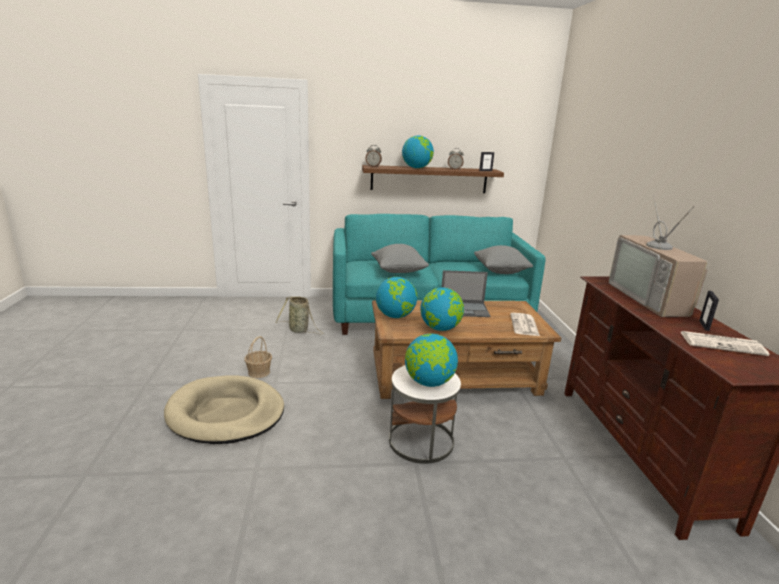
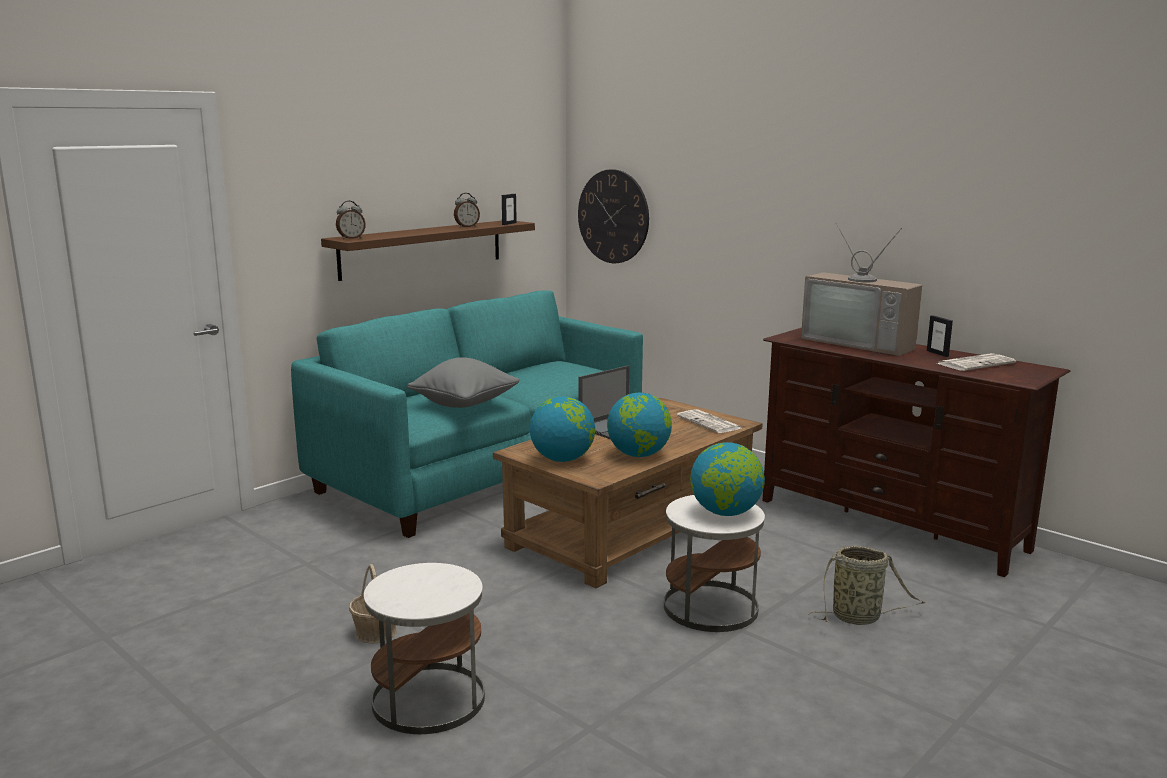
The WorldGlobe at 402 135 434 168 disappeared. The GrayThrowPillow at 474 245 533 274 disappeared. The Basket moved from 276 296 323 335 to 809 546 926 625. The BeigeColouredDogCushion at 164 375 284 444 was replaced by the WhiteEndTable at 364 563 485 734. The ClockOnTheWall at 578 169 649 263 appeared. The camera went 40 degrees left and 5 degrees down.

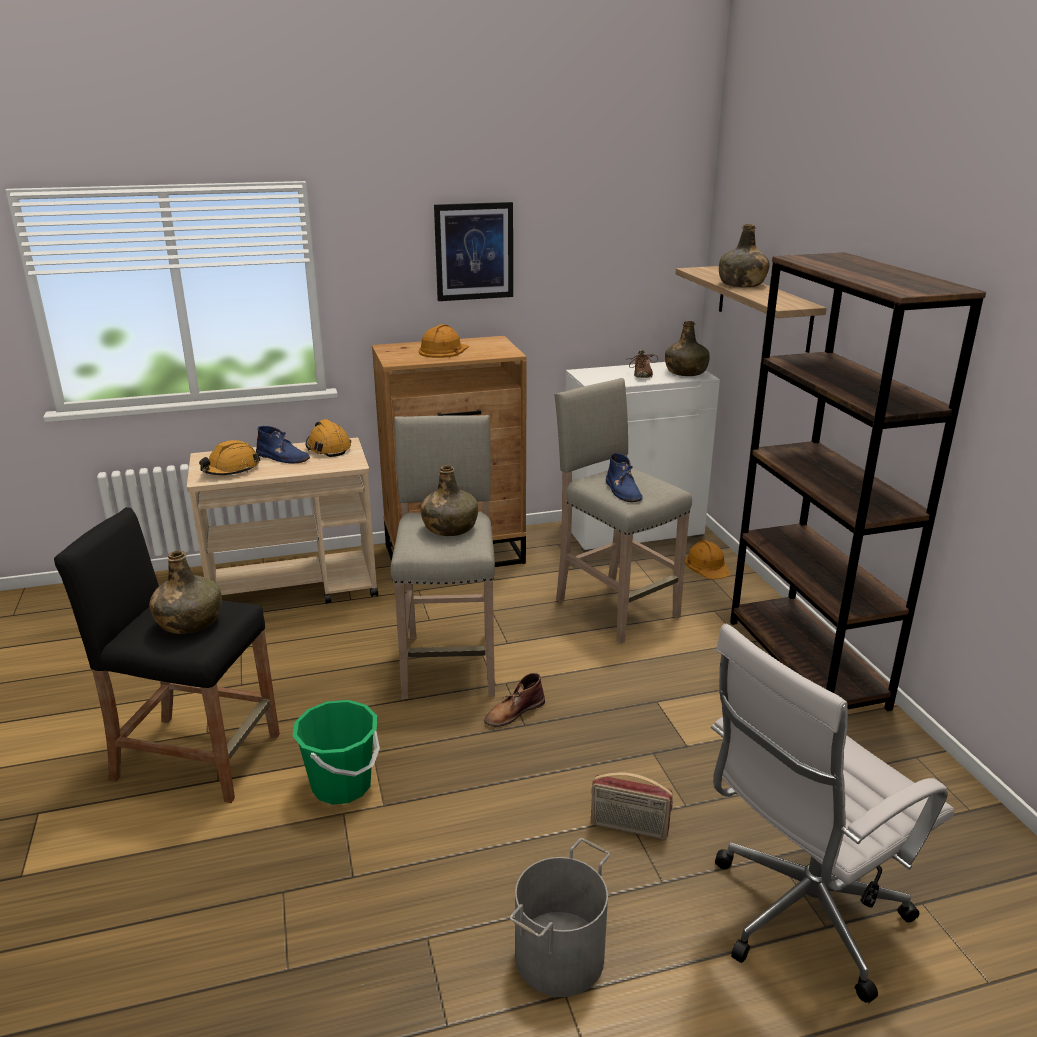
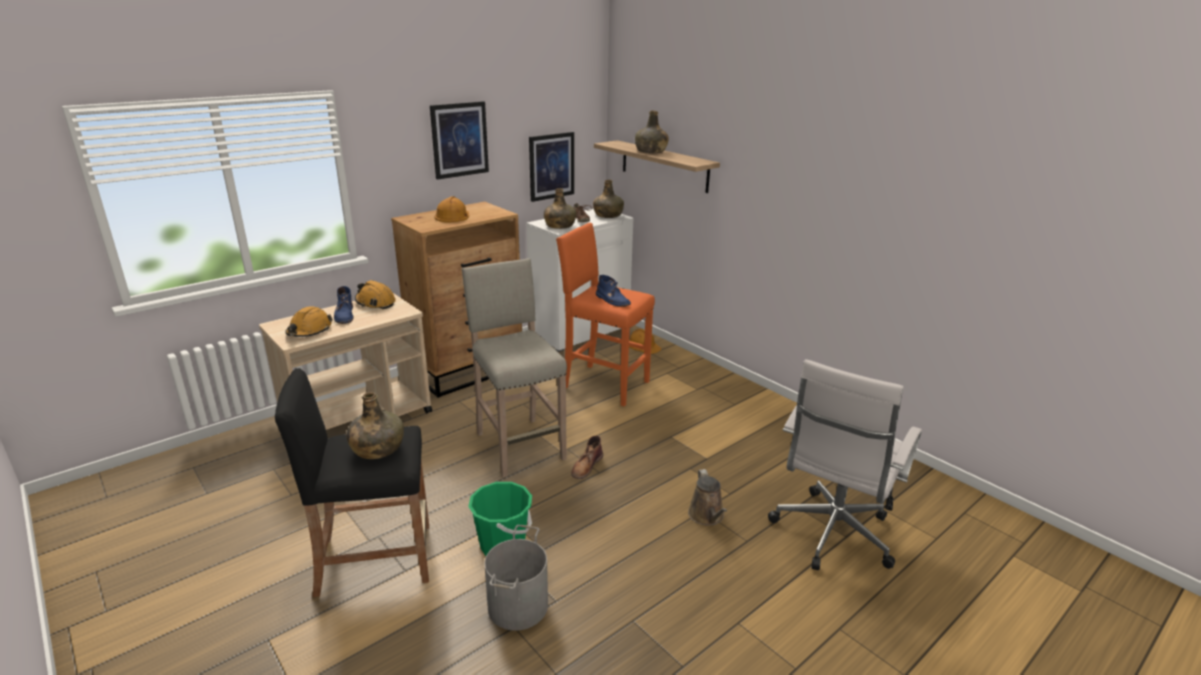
The BrownBookcase at 730 252 986 711 disappeared. The BeigeColouredStool at 554 378 692 644 became the OrangeColouredStool at 556 223 655 407. The BluishHighTopBoot at 256 426 310 463 turned 75 degrees clockwise. The GreenishBeverageBottle moved from 420 465 478 536 to 544 188 576 229. The Radio at 591 773 673 840 was replaced by the BrownWateringPot at 688 469 727 526. The GrayWaterBucket moved from 510 838 610 997 to 484 525 548 631. The WallArt at 529 132 574 202 appeared. The camera went 25 degrees left and 0 degrees up.

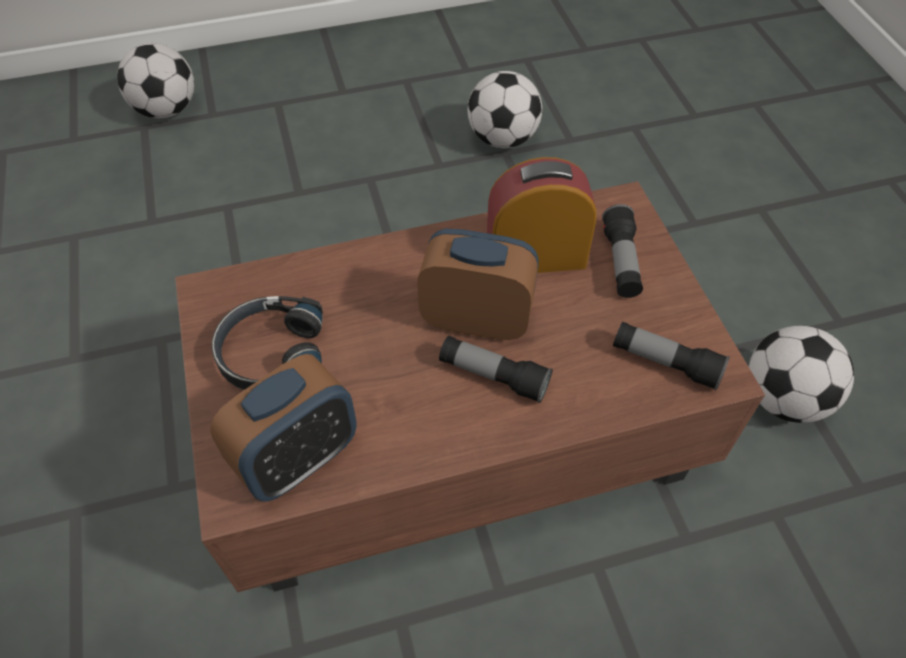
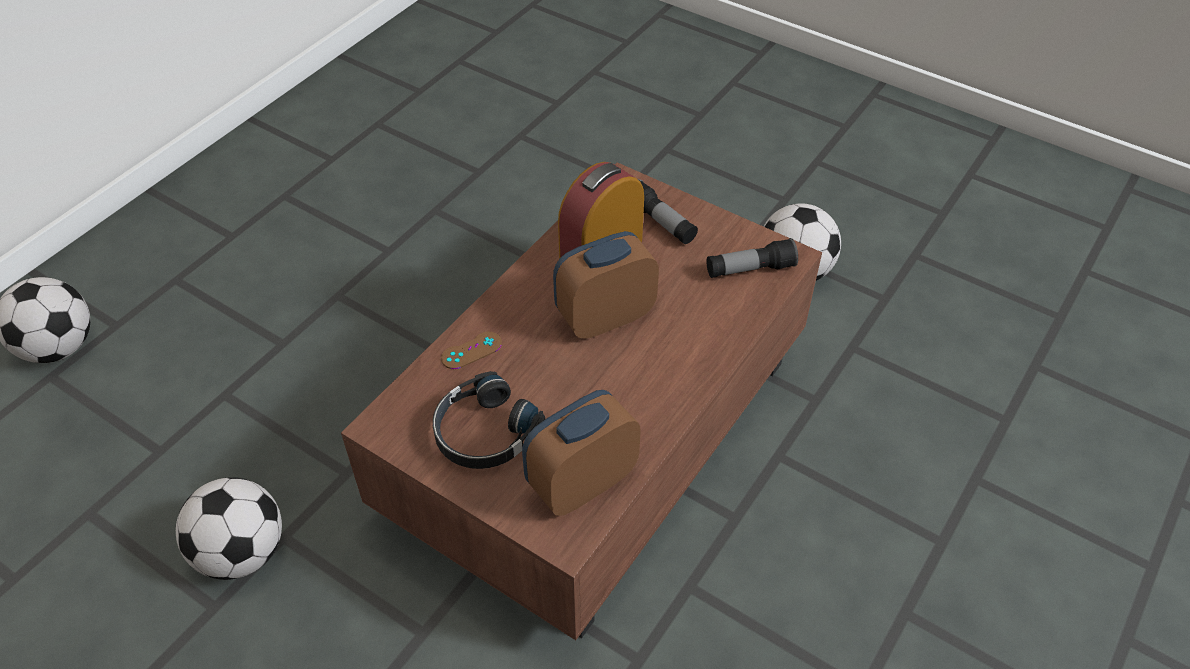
The Football moved from 468 71 542 148 to 176 477 282 580. The HandTorch at 439 336 553 403 disappeared. The AlarmClock at 210 354 357 502 turned 135 degrees counterclockwise. The BrownGamepad at 441 332 502 369 appeared. The camera went 40 degrees left and 5 degrees down.

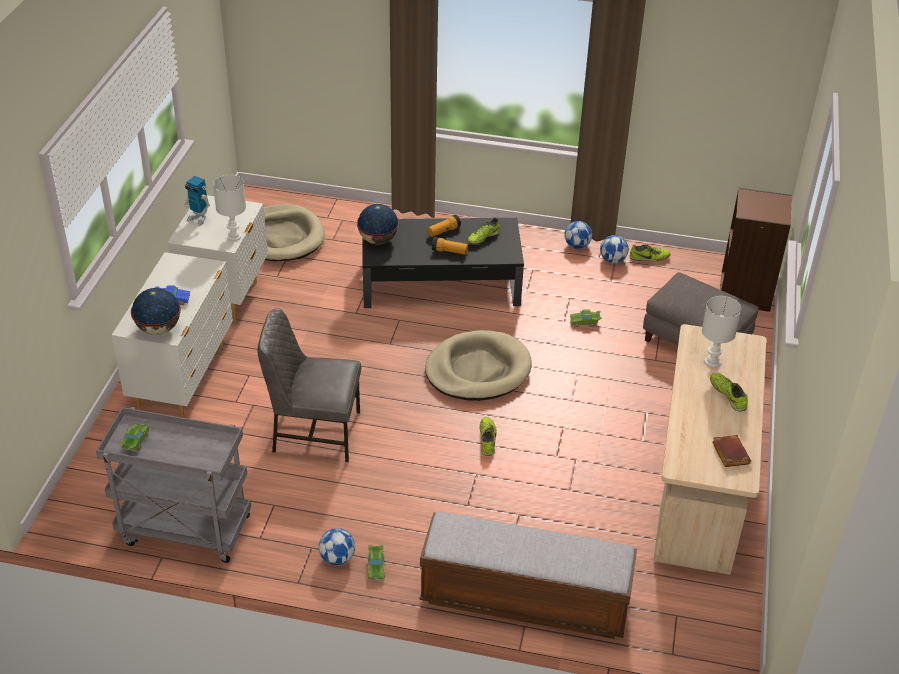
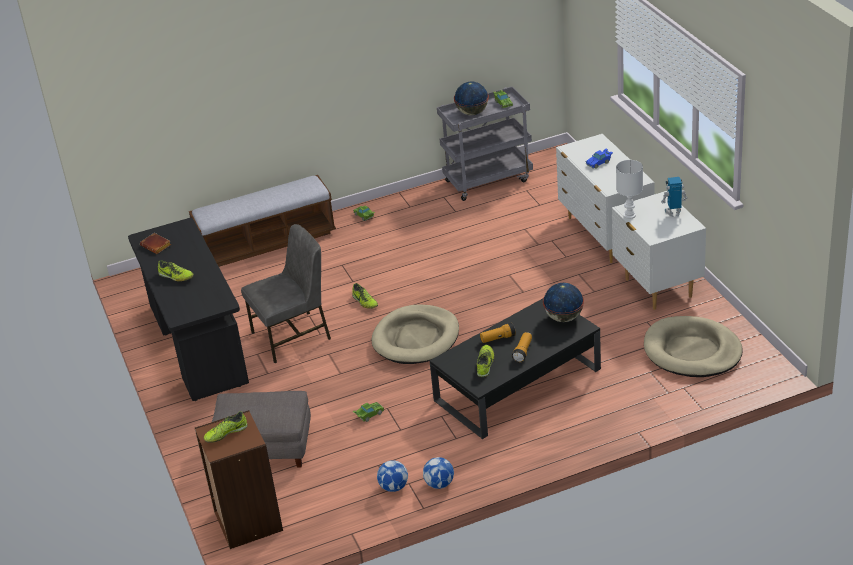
The LowShoe moved from 630 244 671 261 to 203 411 247 443. The WorldGlobe moved from 131 288 181 335 to 454 82 489 115. The WhiteTabletopLamp at 702 296 741 368 disappeared. The GrayUprightChair moved from 257 308 361 462 to 241 224 331 363. The BeigeColouredDeskUnit at 654 324 766 575 became the BlackishDeskUnit at 128 218 249 401. The Football at 319 528 355 565 disappeared. The camera went 150 degrees right and 5 degrees down.

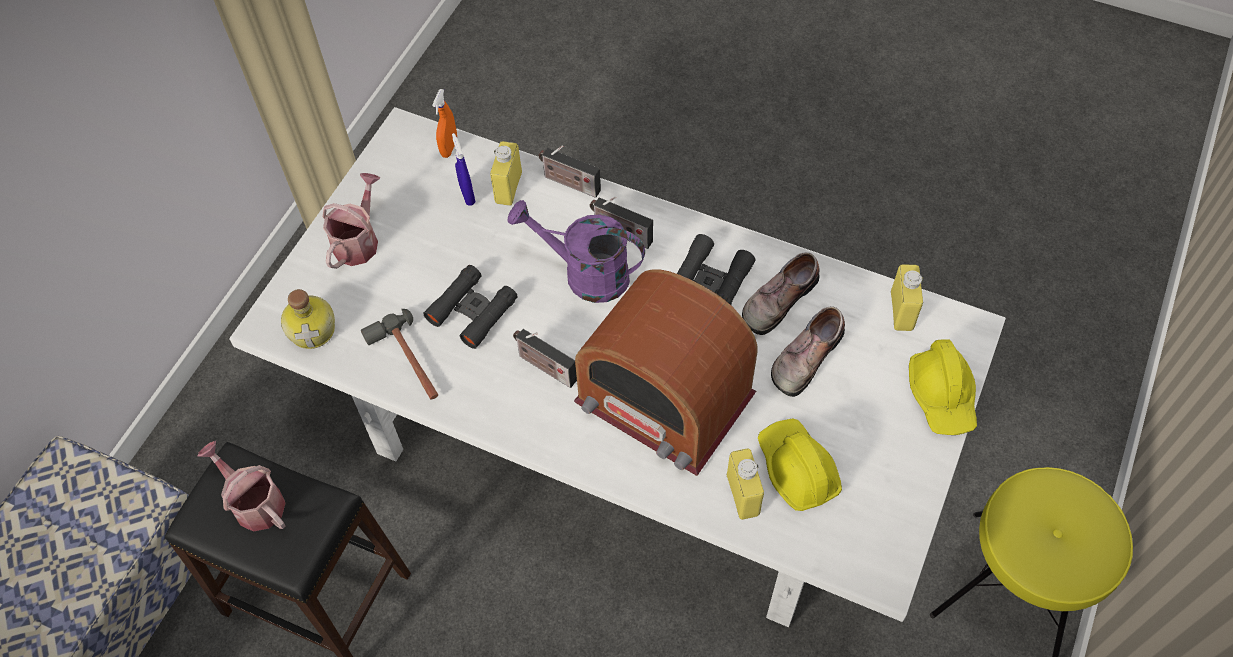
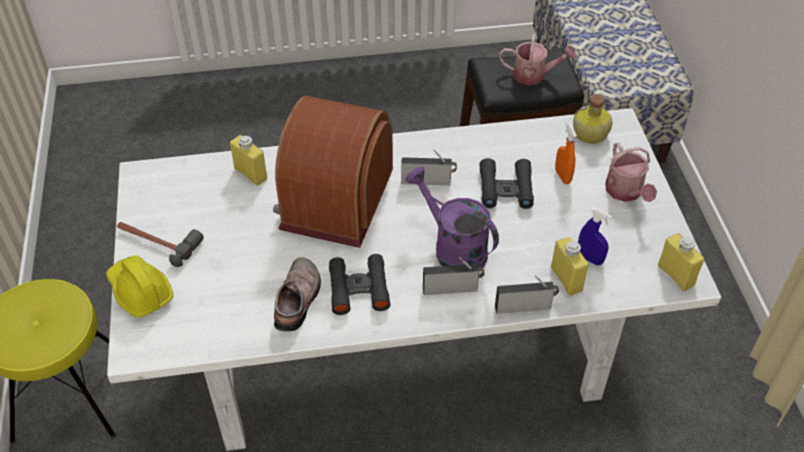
The OrangeColouredSprayBottle moved from 432 89 457 158 to 555 121 577 184. The PurpleColouredWateringPot at 508 200 645 303 turned 120 degrees counterclockwise. The YellowBeverageBottle moved from 891 265 923 331 to 658 233 704 291. The Radio at 574 269 758 476 turned 75 degrees counterclockwise. The LowShoe at 771 306 845 397 disappeared. The HandHammer moved from 361 309 438 400 to 117 222 204 267. The YellowSafetyHelmet at 758 418 842 511 disappeared. The camera went 145 degrees right and 10 degrees down.

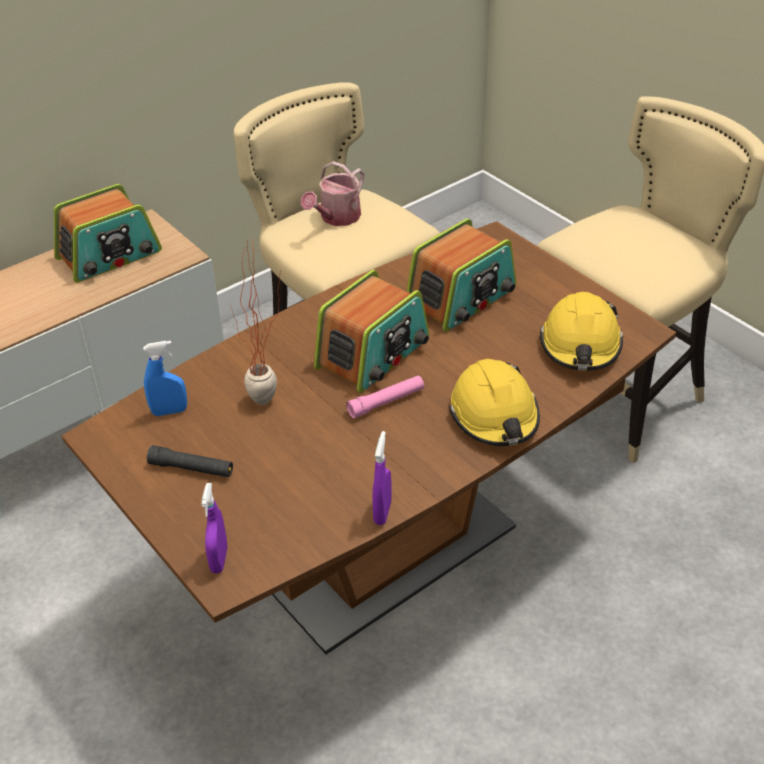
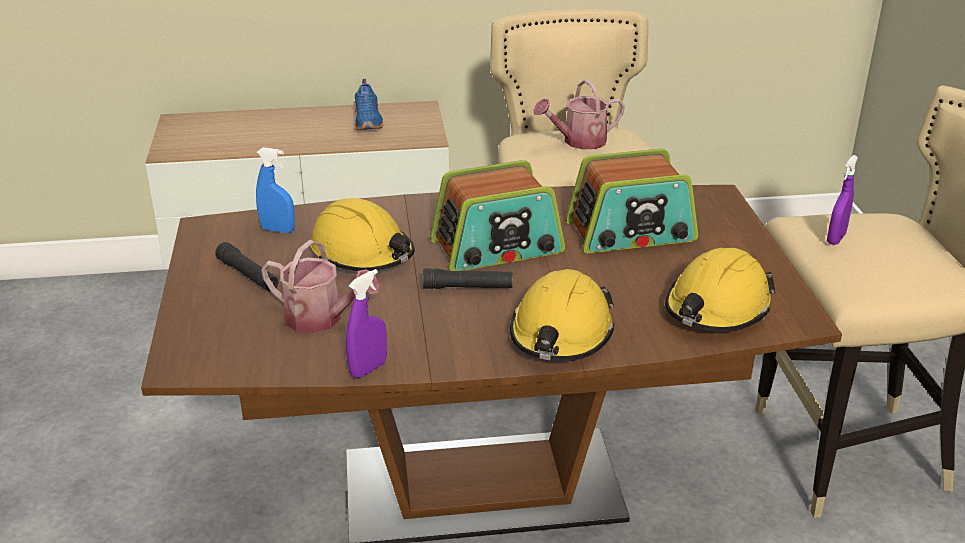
The Radio at 54 184 162 283 was replaced by the BluishLowShoe at 355 79 384 130. The Houseplant at 230 236 281 405 was replaced by the YellowSafetyHelmet at 310 198 415 271. The PinkishHandTorch at 346 375 424 419 became the BlackishHandTorch at 422 268 513 289. The PurpleColouredSprayBottle moved from 201 483 227 573 to 827 155 858 245. The WateringPot at 261 240 380 333 appeared. The camera went 30 degrees right and 10 degrees down.

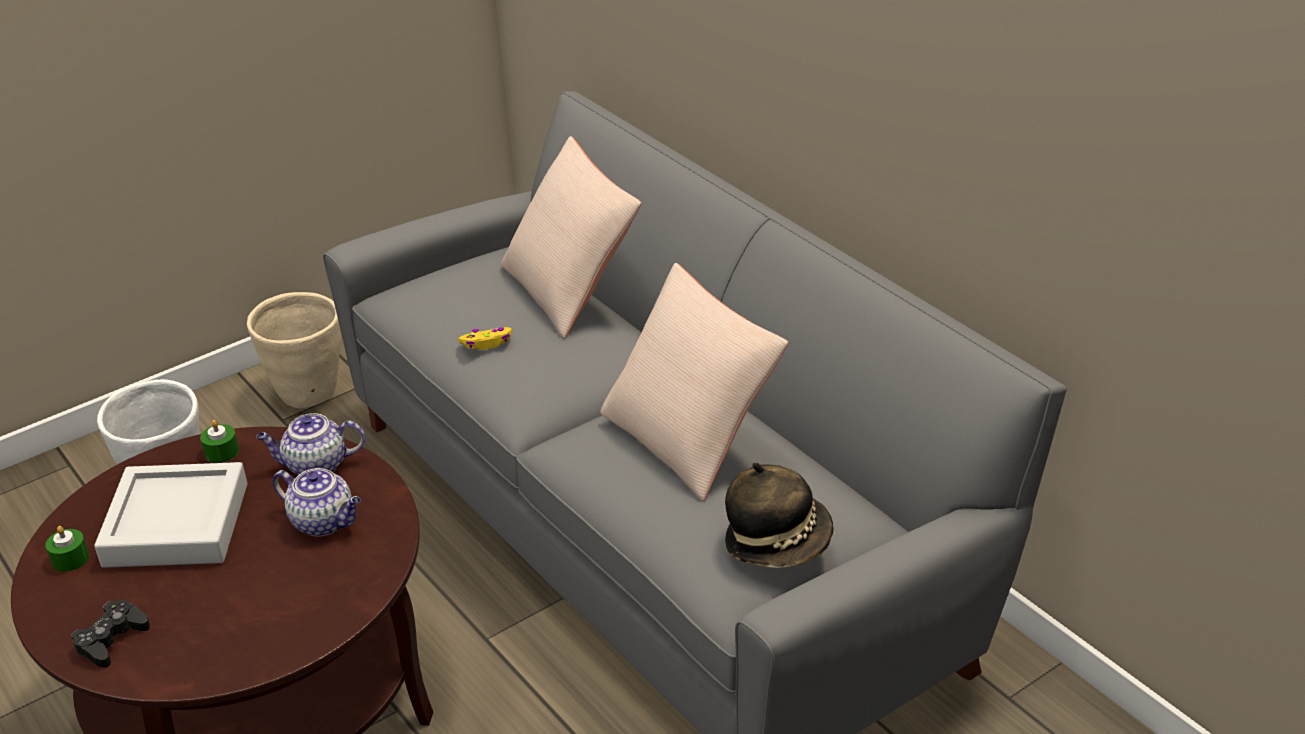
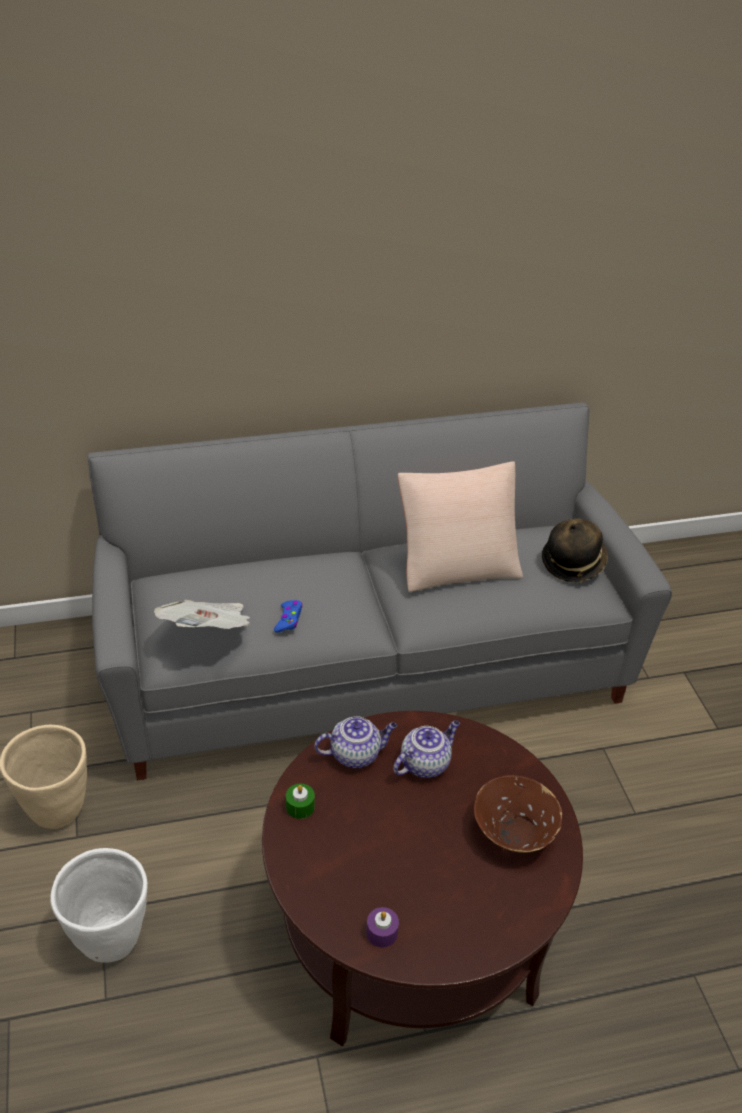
The BeigeColouredThrowPillow at 501 136 641 338 disappeared. The YellowGamepad at 458 327 512 350 became the BluishGamepad at 274 600 303 633. The TeaPot at 256 413 365 475 turned 120 degrees counterclockwise. The GrayCarryingTray at 94 462 247 568 disappeared. The GreenishWaxCandle at 45 526 89 572 became the PurpleColouredWaxCandle at 366 907 399 947. The BlackishGamepad at 71 600 150 668 disappeared. The Newspaper at 154 600 250 629 appeared. The BrownBowl at 474 775 562 853 appeared. The camera went 70 degrees left and 5 degrees up.

